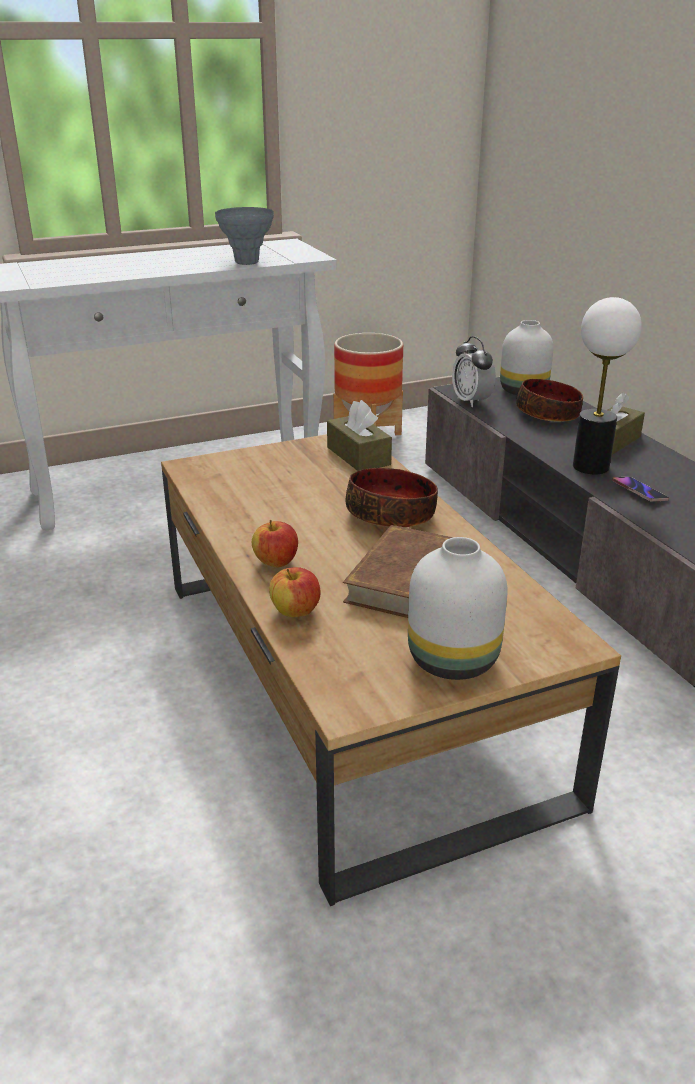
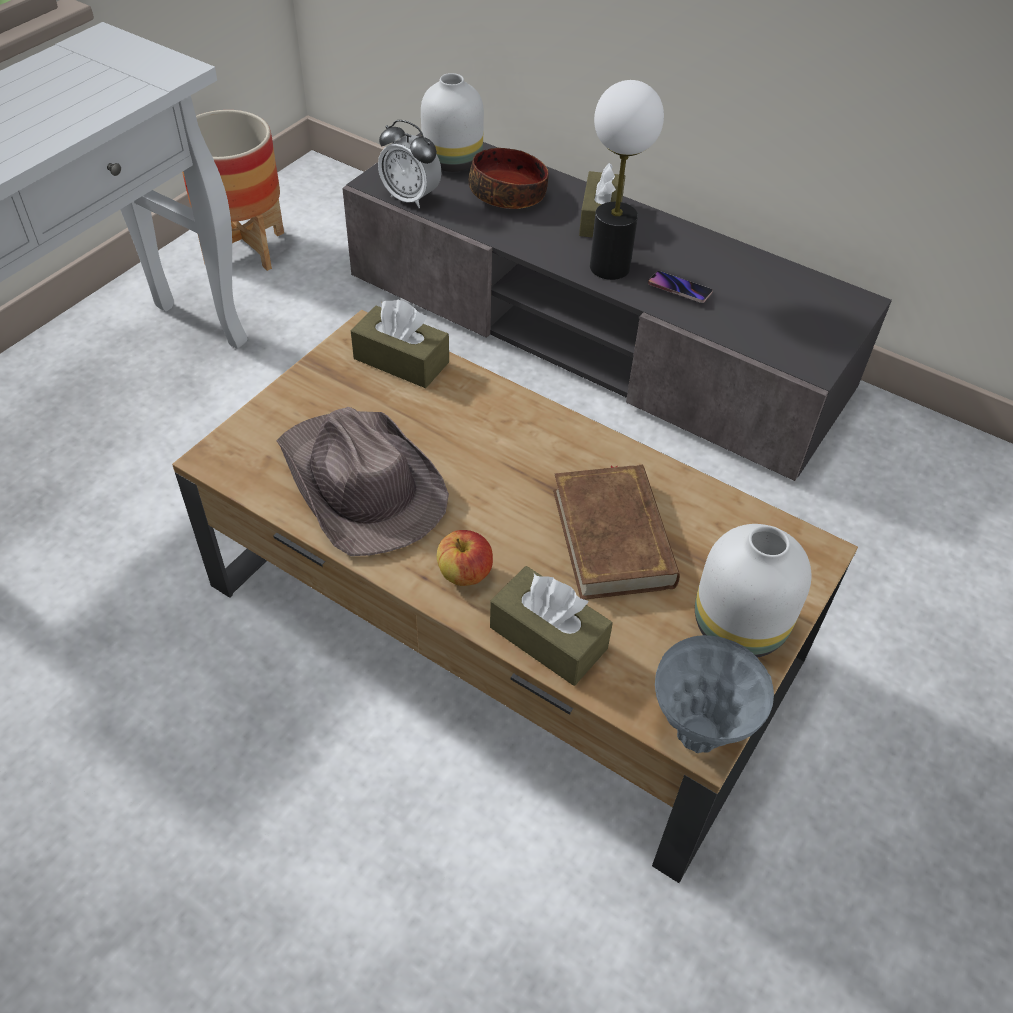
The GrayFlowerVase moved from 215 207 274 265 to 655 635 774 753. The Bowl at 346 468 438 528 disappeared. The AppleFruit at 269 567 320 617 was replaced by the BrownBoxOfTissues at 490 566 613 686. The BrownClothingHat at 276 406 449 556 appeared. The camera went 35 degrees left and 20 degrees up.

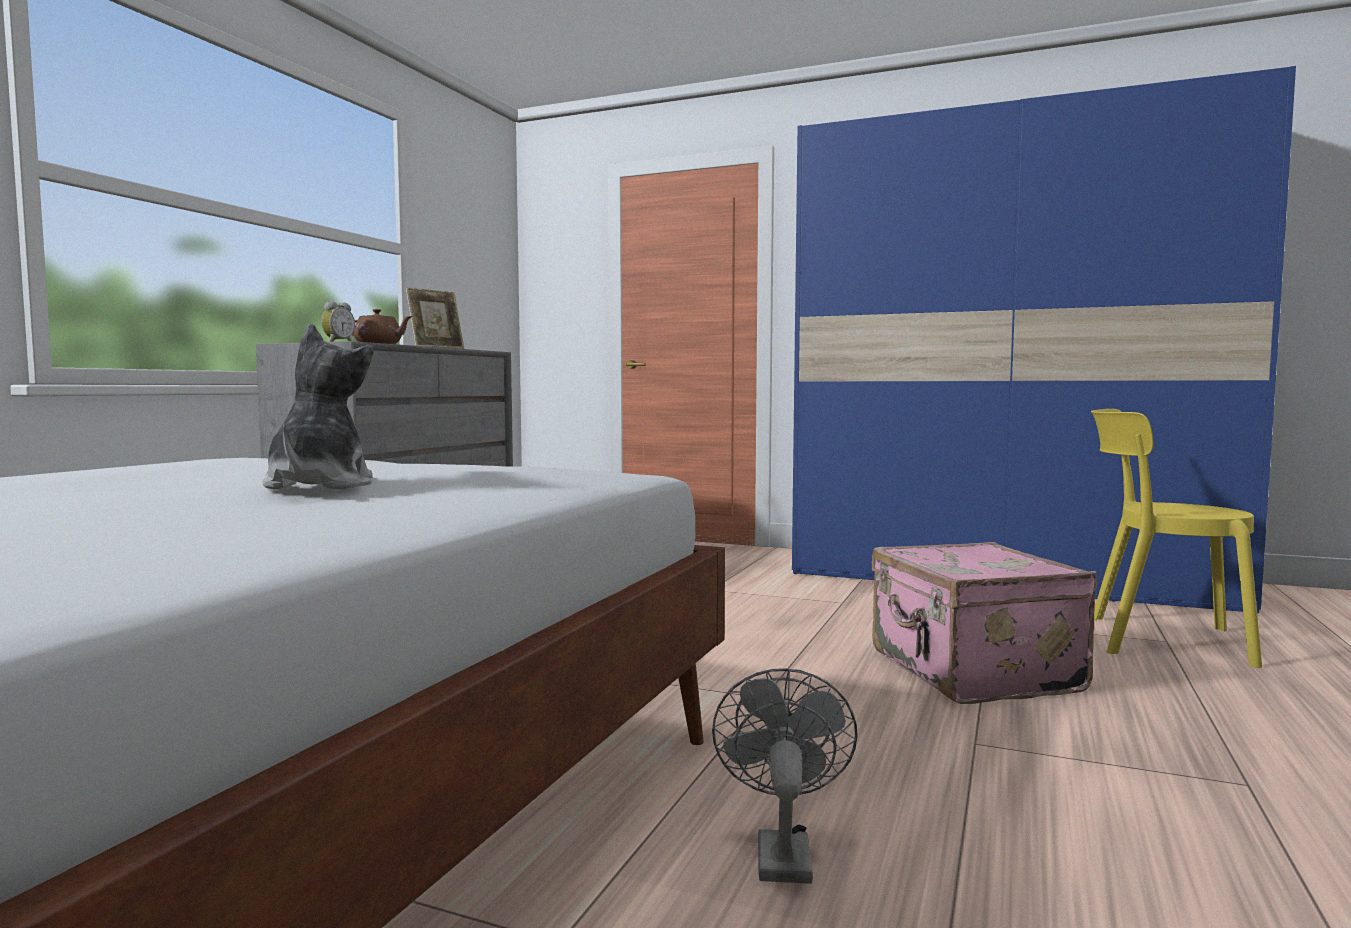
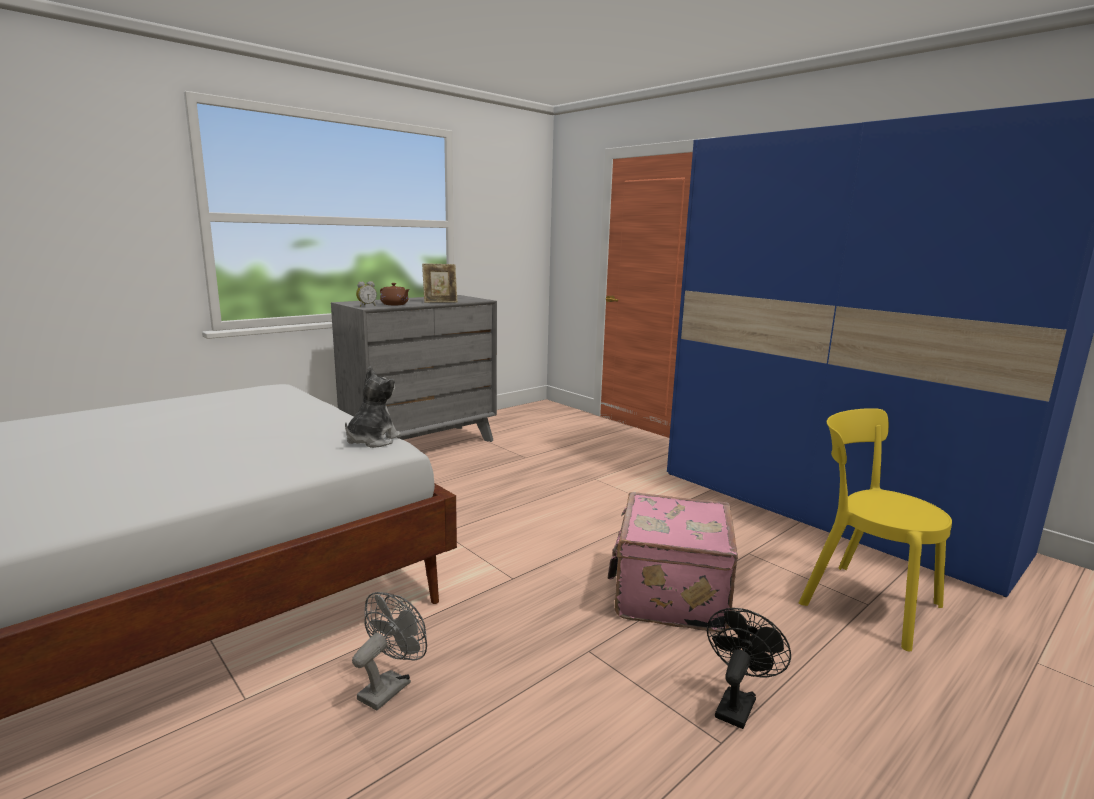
The SoftToy moved from 262 323 373 490 to 345 366 401 448. The BlackishElectricFan at 707 608 791 729 appeared. The camera went 25 degrees right and 10 degrees up.

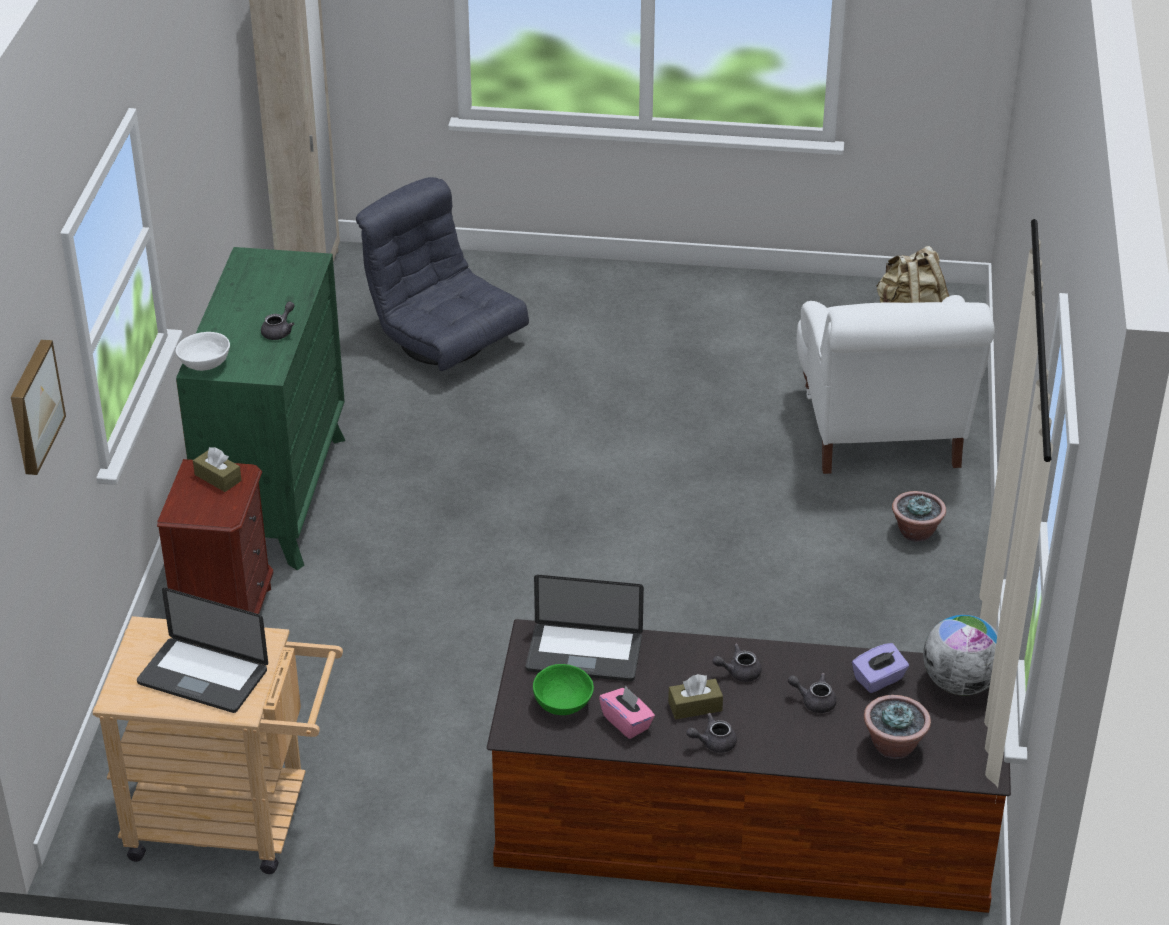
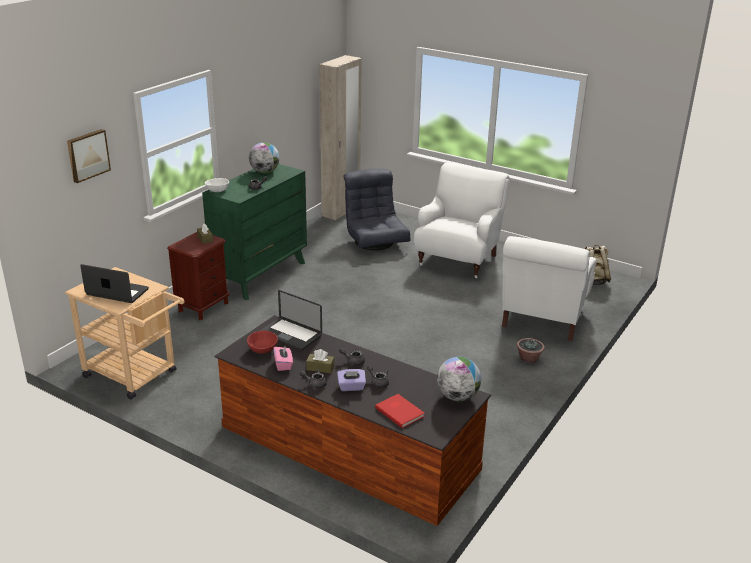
The PortableComputer at 137 587 268 713 turned 150 degrees clockwise. The PurpleColouredBoxOfTissues moved from 852 643 909 693 to 337 369 366 391. The GreenishBowl at 533 664 594 715 became the ReddishBowl at 247 330 278 354. The Houseplant at 864 695 931 759 was replaced by the ReddishBook at 375 394 425 428. The WorldGlobe at 249 142 280 173 appeared. The WhiteArmchair at 414 163 510 278 appeared. The camera went 25 degrees right and 10 degrees down.

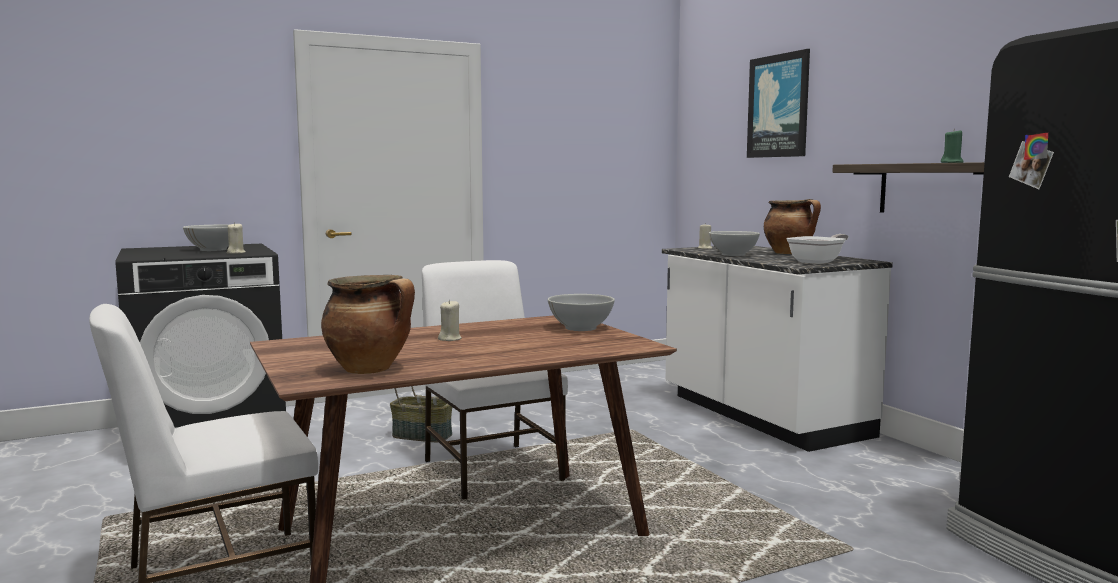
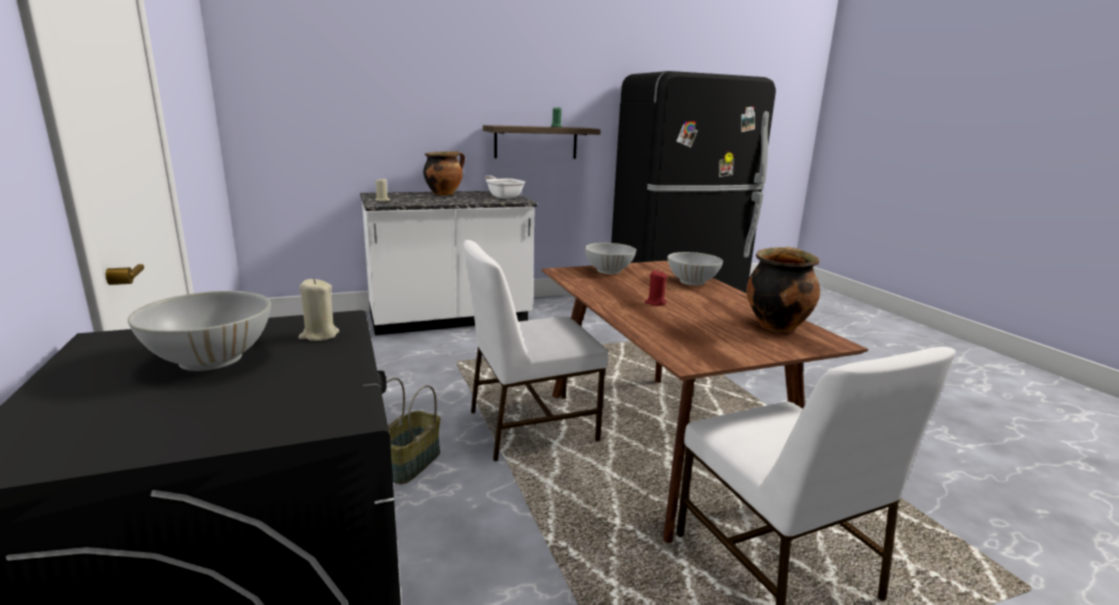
The WallArt at 747 49 810 158 disappeared. The WhiteBowl moved from 709 231 760 256 to 667 252 723 285. The BeigeColouredWaxCandle at 438 300 462 341 became the ReddishWaxCandle at 645 270 667 306. The camera went 85 degrees left and 10 degrees up.

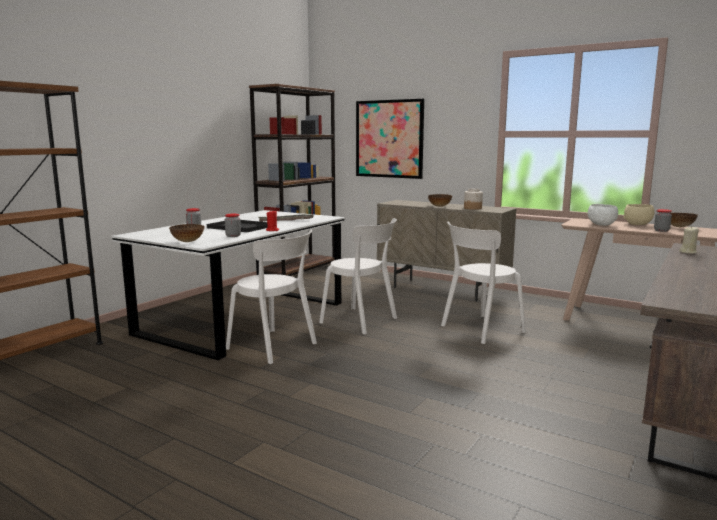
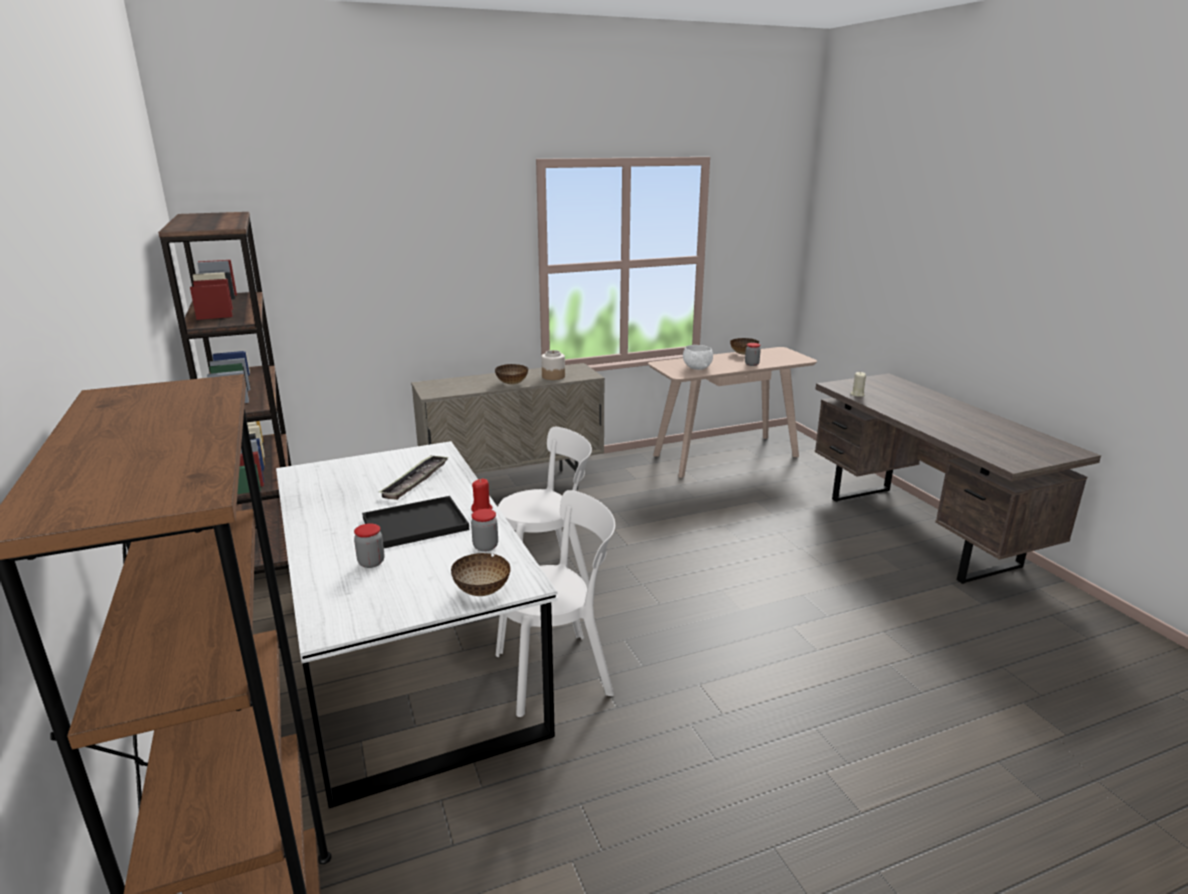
The WallArt at 356 99 424 179 disappeared. The BeigeColouredBowl at 623 204 654 225 disappeared. The WhiteUprightChair at 441 221 526 344 disappeared. The camera went 55 degrees left and 10 degrees up.

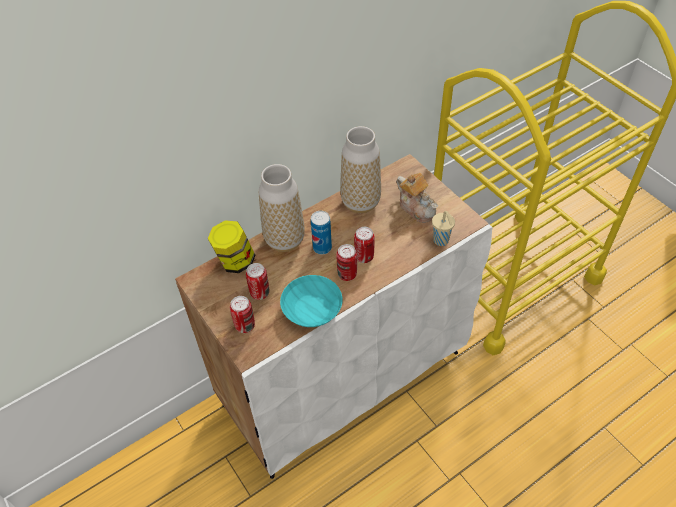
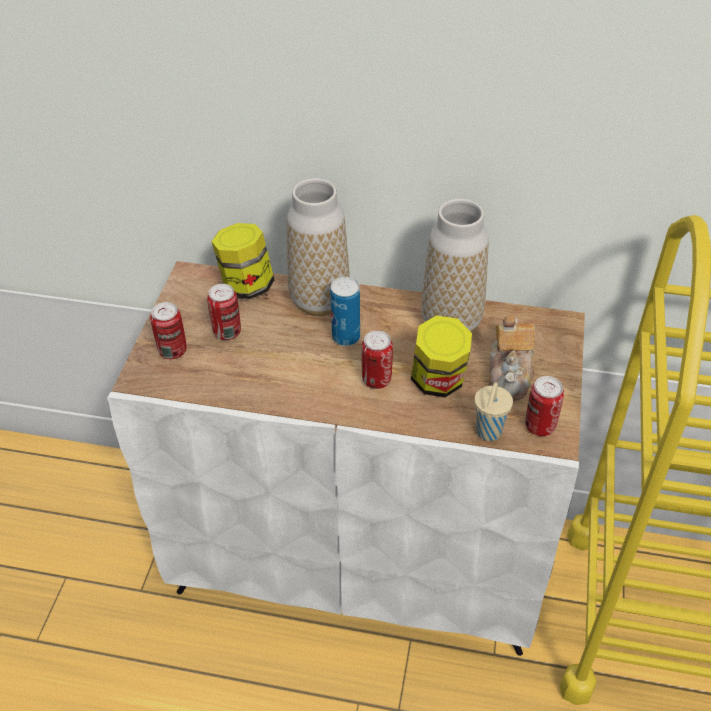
The Can moved from 337 244 357 281 to 525 376 564 436. The TurquoiseColouredBowl at 280 275 343 327 disappeared. The PreserveJar at 411 315 472 397 appeared. The camera went 45 degrees right and 5 degrees down.

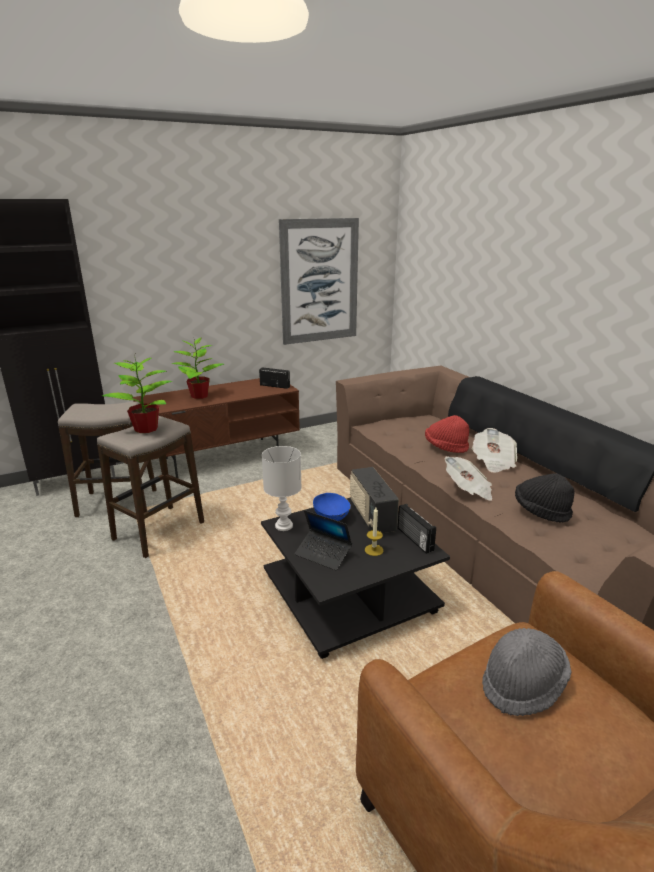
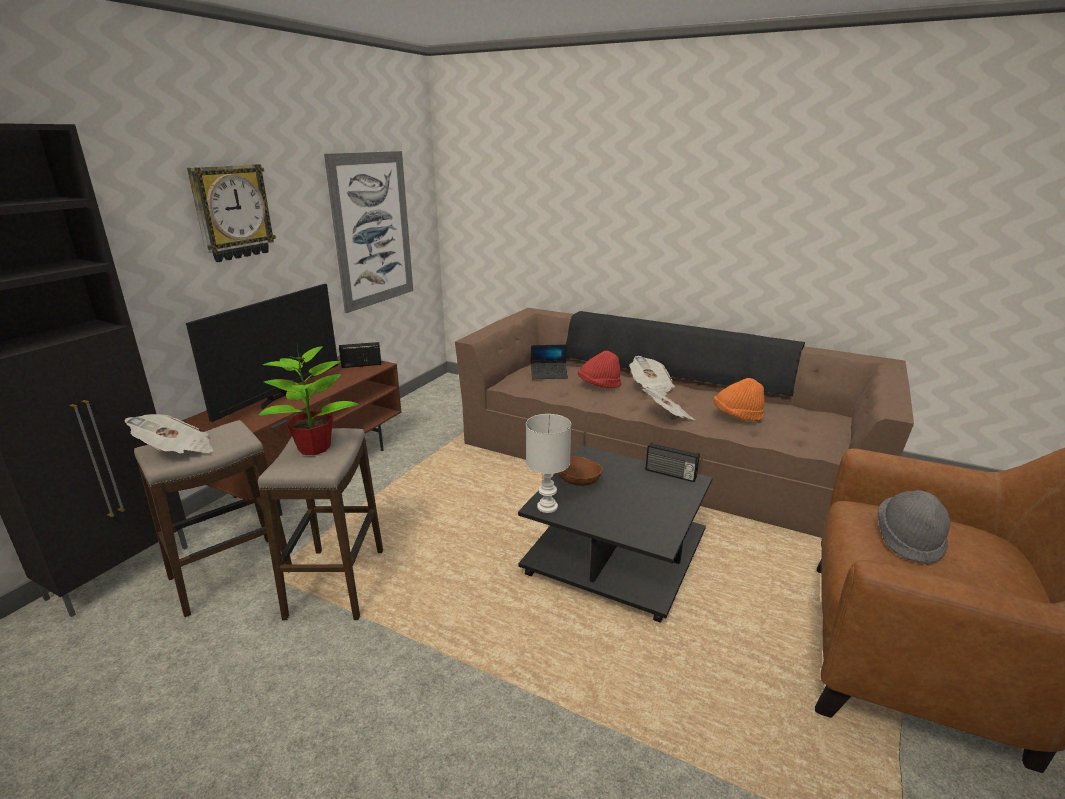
The Houseplant at 172 337 224 399 was replaced by the Tv at 186 284 338 422. The Radio at 350 467 399 534 disappeared. The BlackishClothingHat at 515 473 574 523 became the OrangeColouredClothingHat at 713 378 764 421. The BluishBowl at 313 493 351 521 became the BrownBowl at 558 456 602 486. The WaxCandle at 365 508 383 556 disappeared. The PortableComputer moved from 294 510 352 571 to 531 344 568 379. The ClockOnTheWall at 187 164 276 262 appeared. The Newspaper at 125 414 213 453 appeared. The camera went 35 degrees left and 0 degrees up.

